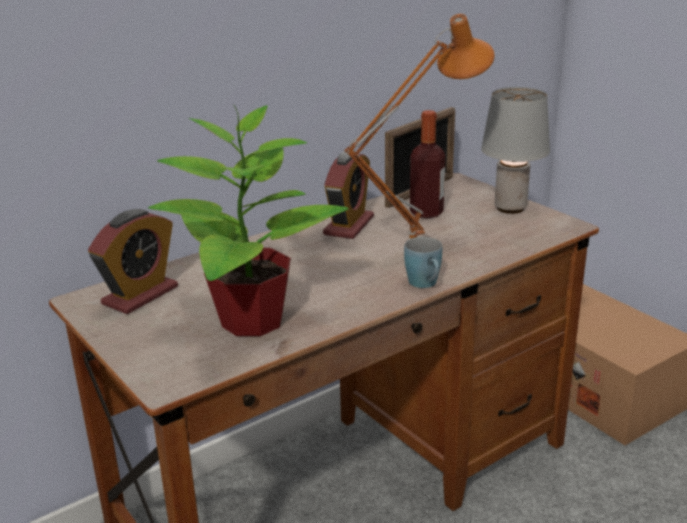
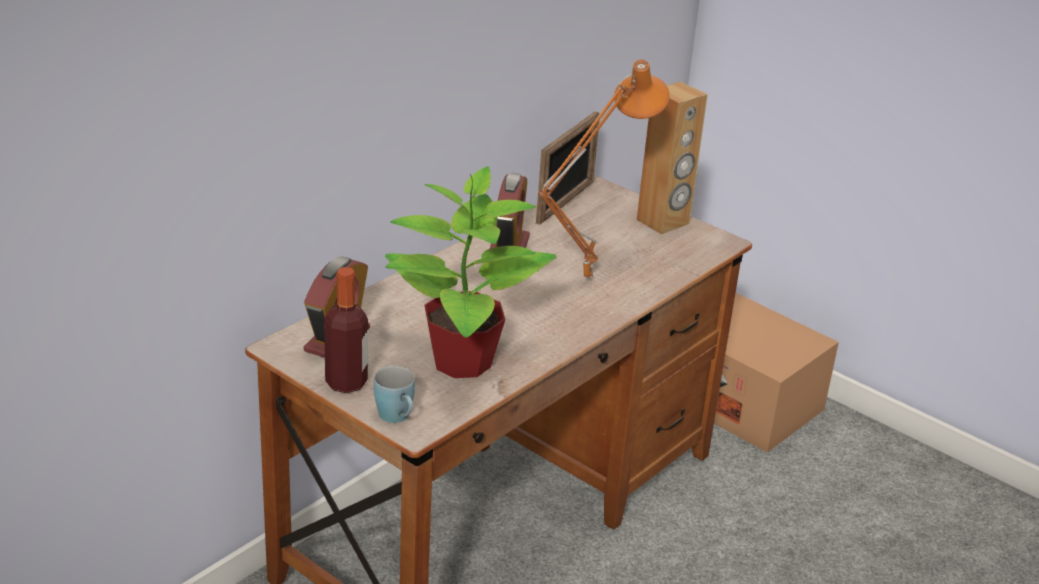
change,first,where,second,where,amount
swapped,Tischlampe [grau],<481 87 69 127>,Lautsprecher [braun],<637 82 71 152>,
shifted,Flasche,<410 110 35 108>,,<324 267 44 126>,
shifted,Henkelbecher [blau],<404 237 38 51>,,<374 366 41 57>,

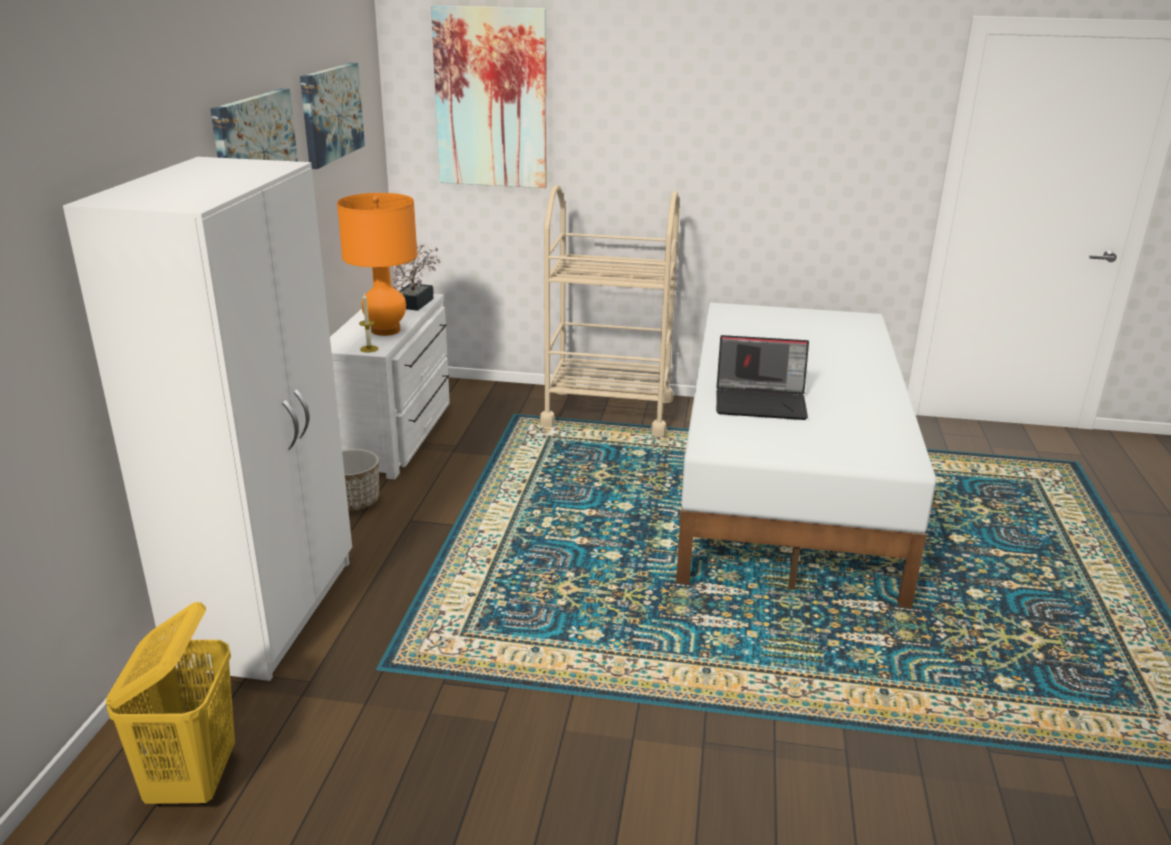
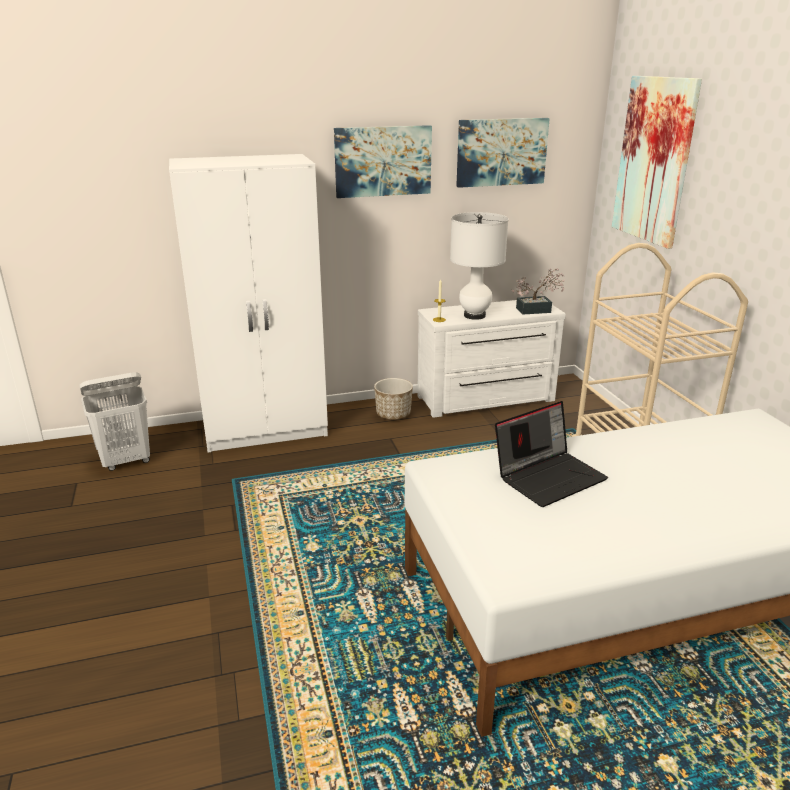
change,first,where,second,where,amount
repainted,Tischlampe [orange],<337 193 81 143>,Tischlampe [weiß],<450 212 58 108>,
rotated,Laptop,<716 335 93 85>,,<495 401 113 106>,105 degrees counterclockwise
repainted,Wäschekorb [gelb],<106 602 129 204>,Wäschekorb [weiß],<80 372 70 99>,

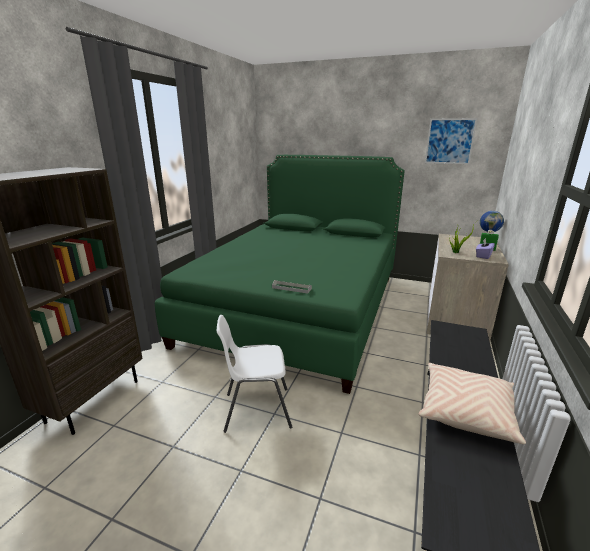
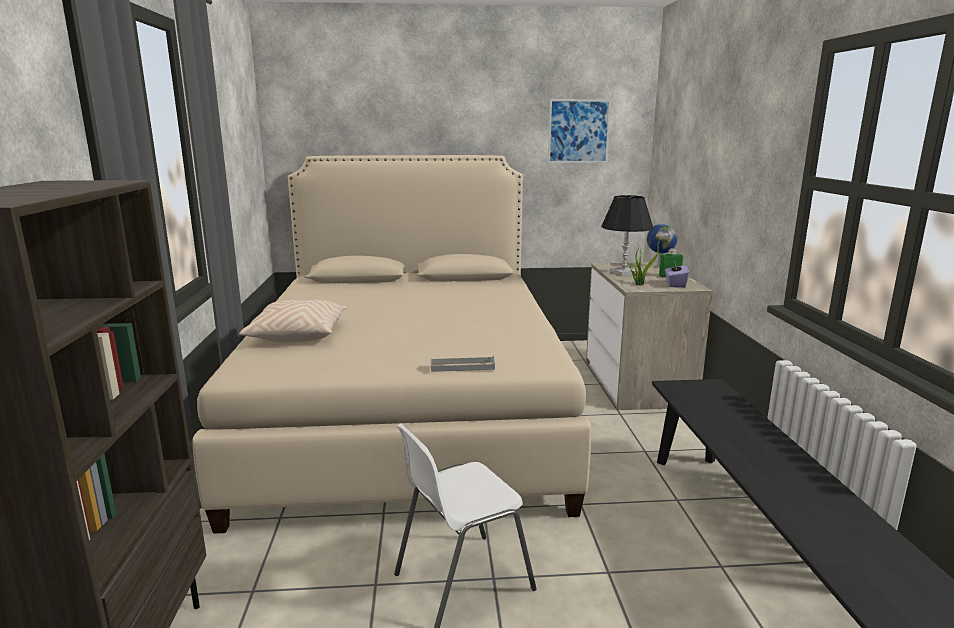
change,first,where,second,where,amount
repainted,Bett [grün],<155 155 250 239>,Bett [beige],<193 155 398 379>,
shifted,Kissen [beige],<418 363 108 81>,,<239 300 108 42>,
new,,,Tischlampe [schwarz],<601 195 52 81>,

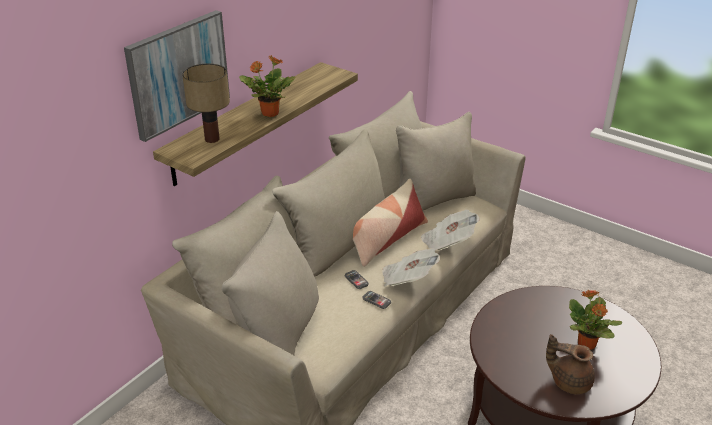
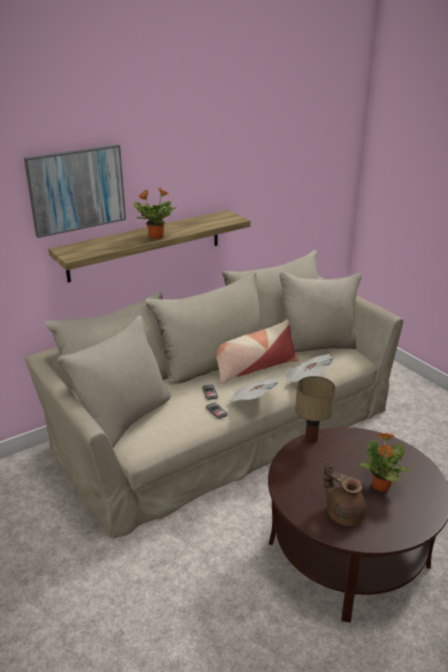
change,first,where,second,where,amount
shifted,Tischlampe,<182 64 48 79>,,<295 376 40 67>,

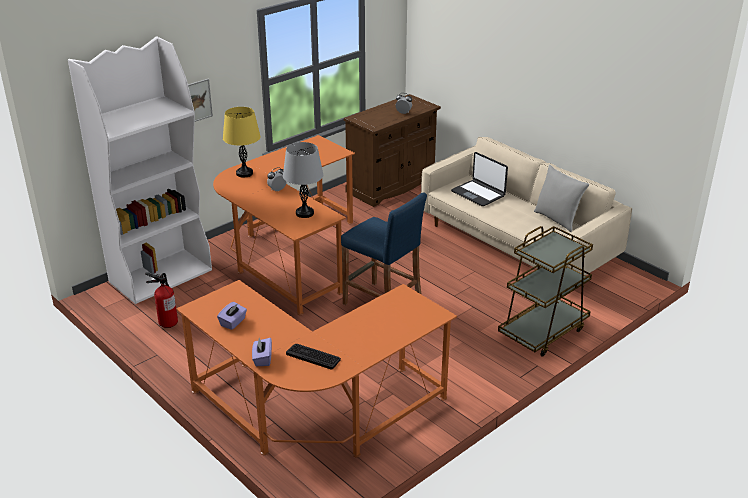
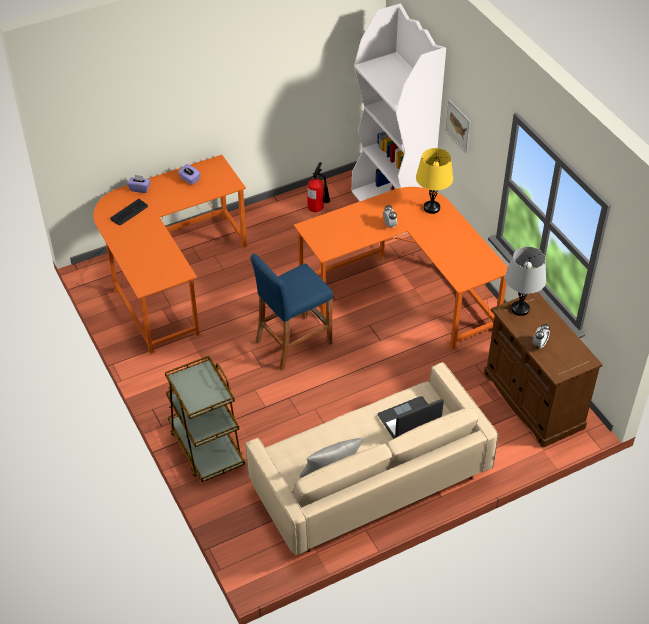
change,first,where,second,where,amount
shifted,Tischlampe [grau],<283 142 41 76>,,<505 247 41 69>,

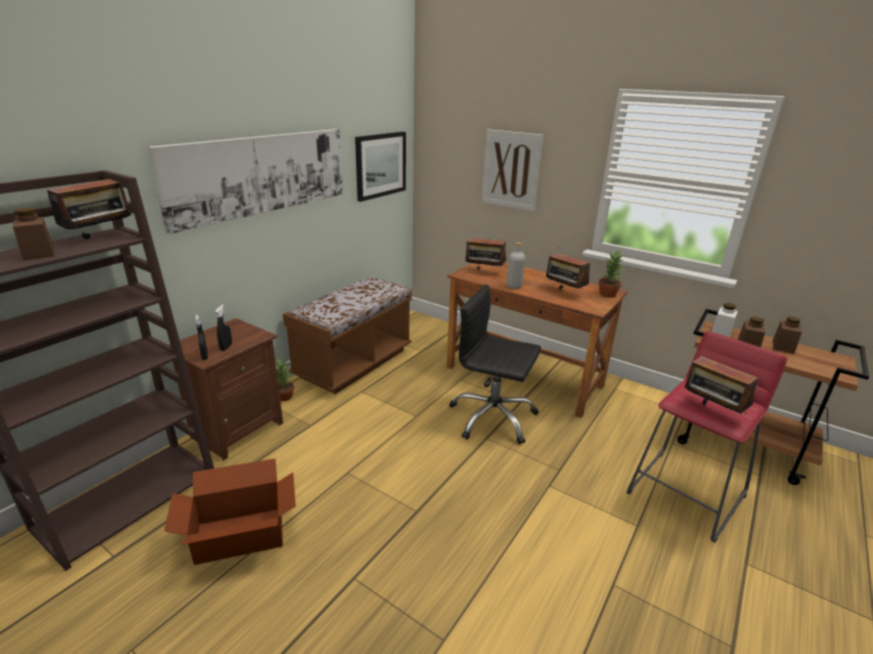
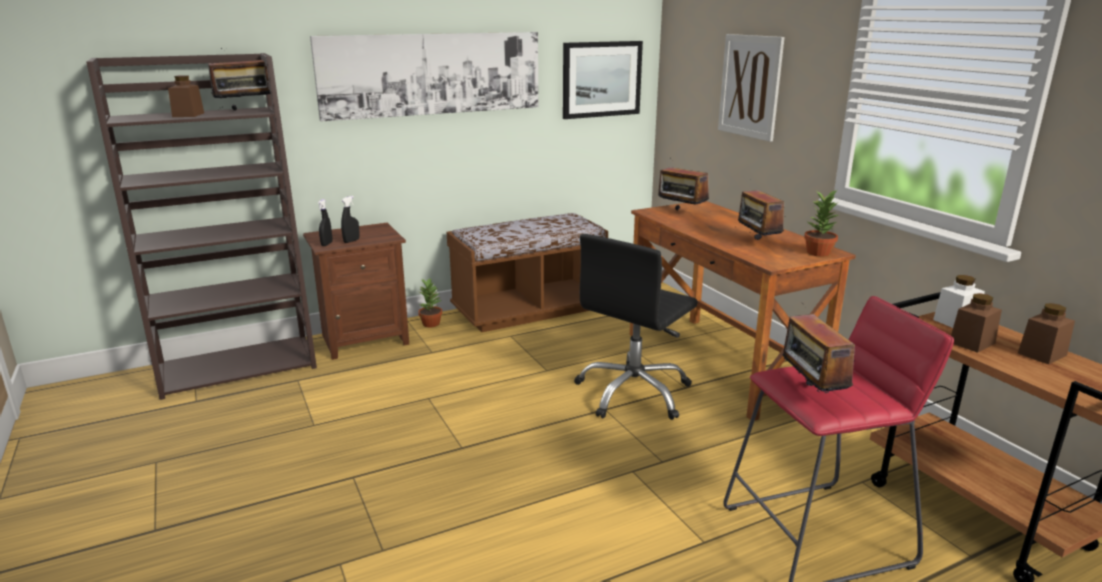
change,first,where,second,where,amount
gone,Flasche [grau],<507 242 18 47>,,,
rotated,Bürostuhl [schwarz],<449 284 92 161>,,<574 234 124 186>,105 degrees counterclockwise
gone,Karton,<164 458 132 107>,,,

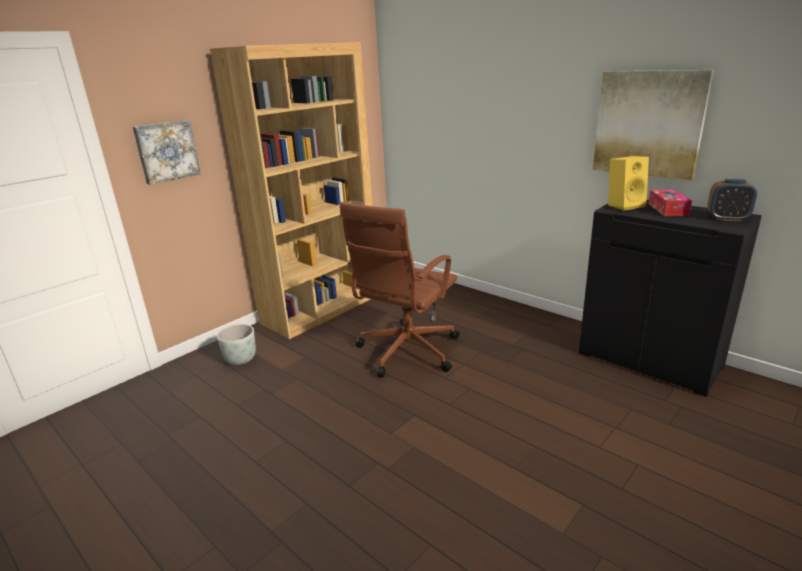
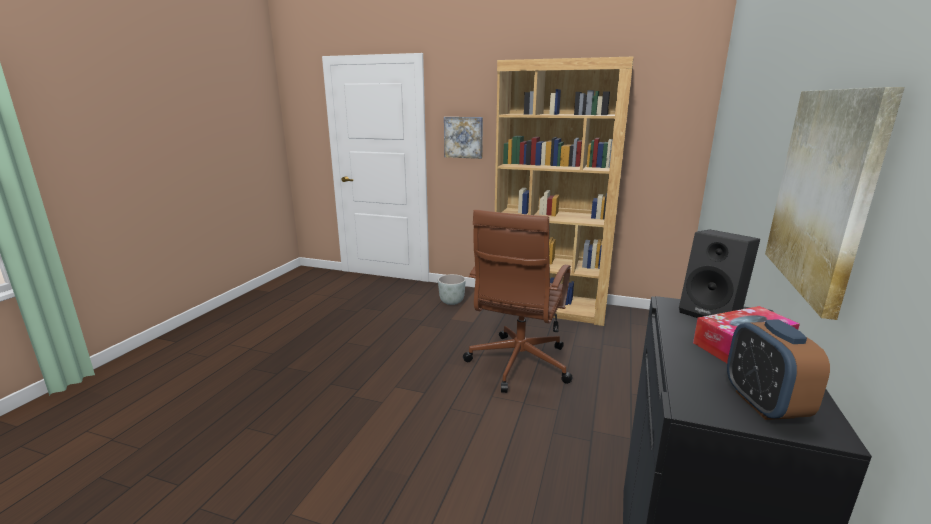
change,first,where,second,where,amount
repainted,Lautsprecher [gelb],<608 156 41 55>,Lautsprecher [schwarz],<679 230 81 88>,
rotated,Bürostuhl [braun],<340 202 119 176>,,<463 210 110 183>,75 degrees counterclockwise

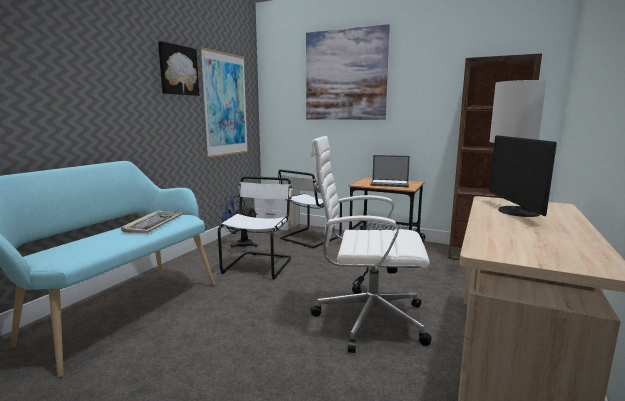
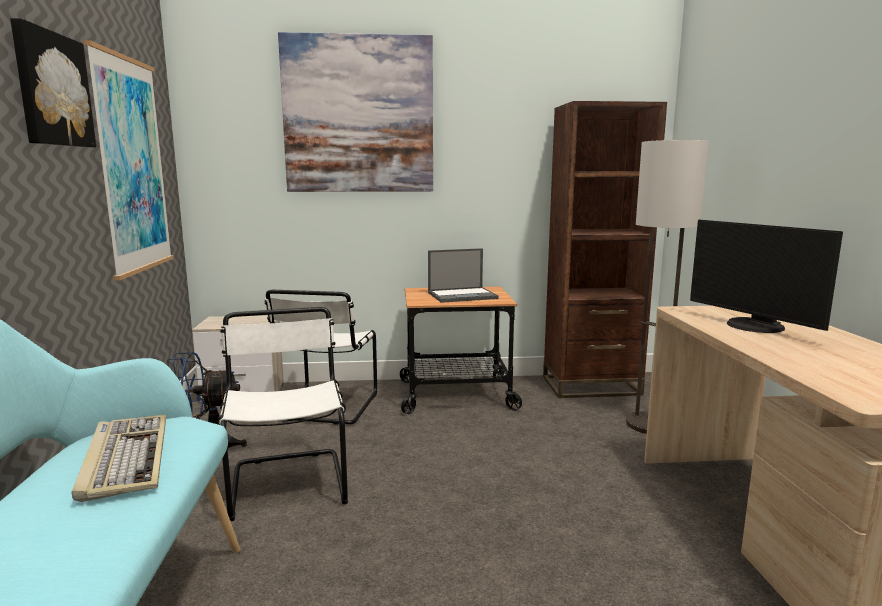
change,first,where,second,where,amount
gone,Bürostuhl [weiß],<310 136 122 217>,,,

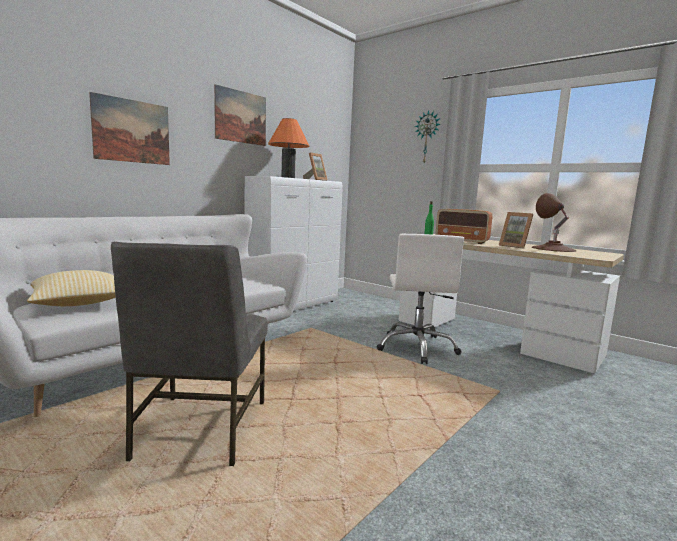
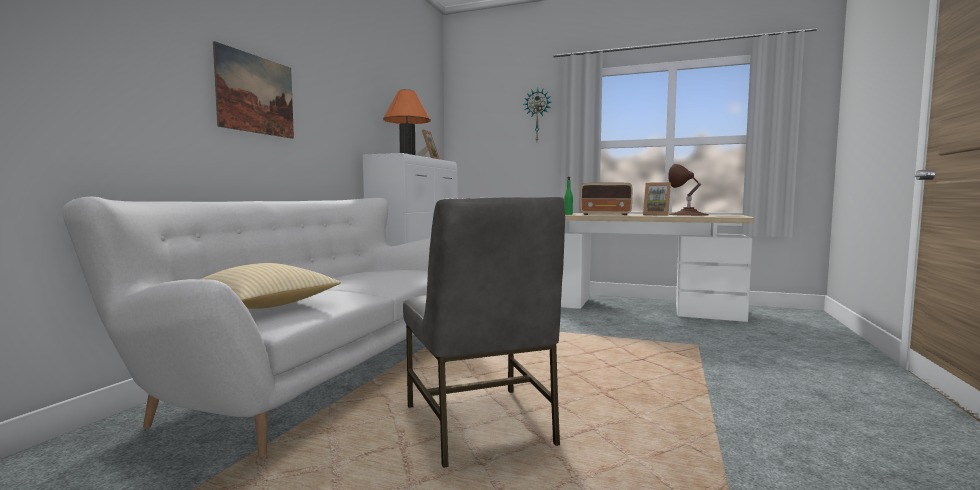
change,first,where,second,where,amount
gone,Bild,<214 84 52 62>,,,
gone,Bürostuhl [weiß],<377 234 87 130>,,,

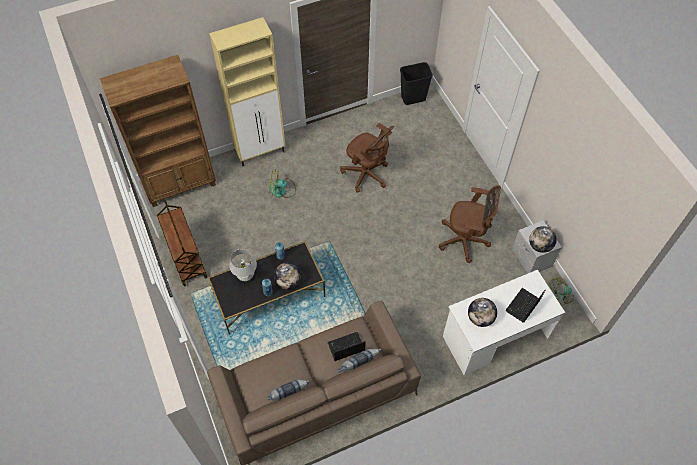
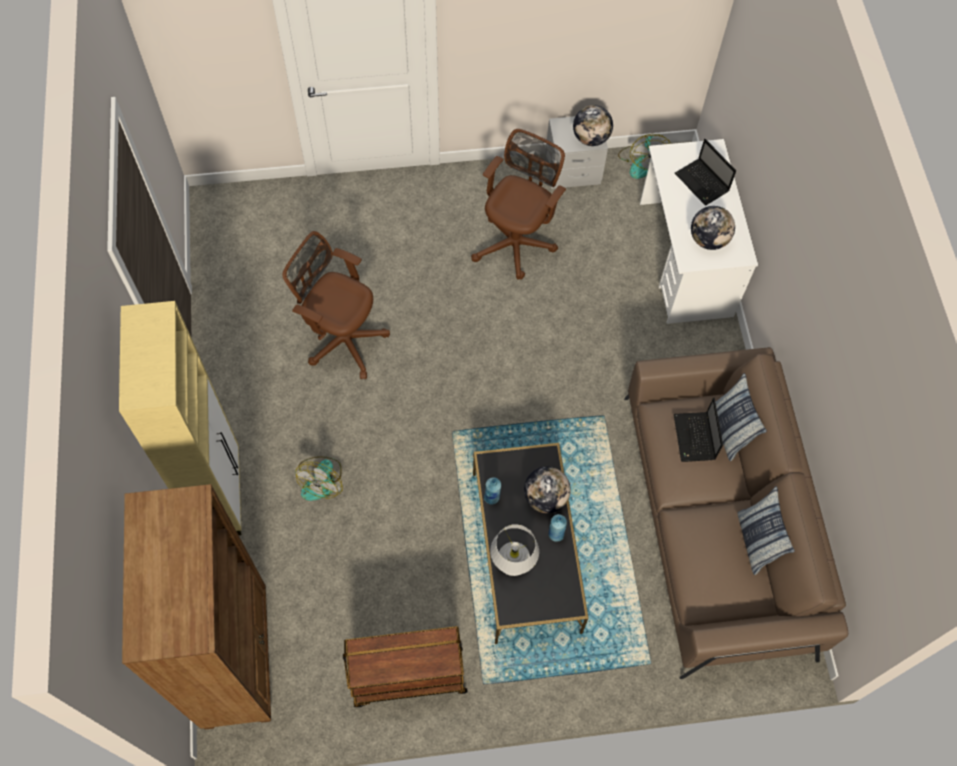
change,first,where,second,where,amount
gone,Mülleimer [schwarz],<400 62 33 43>,,,
rotated,Bürostuhl [braun],<340 123 54 70>,,<283 231 107 148>,120 degrees counterclockwise

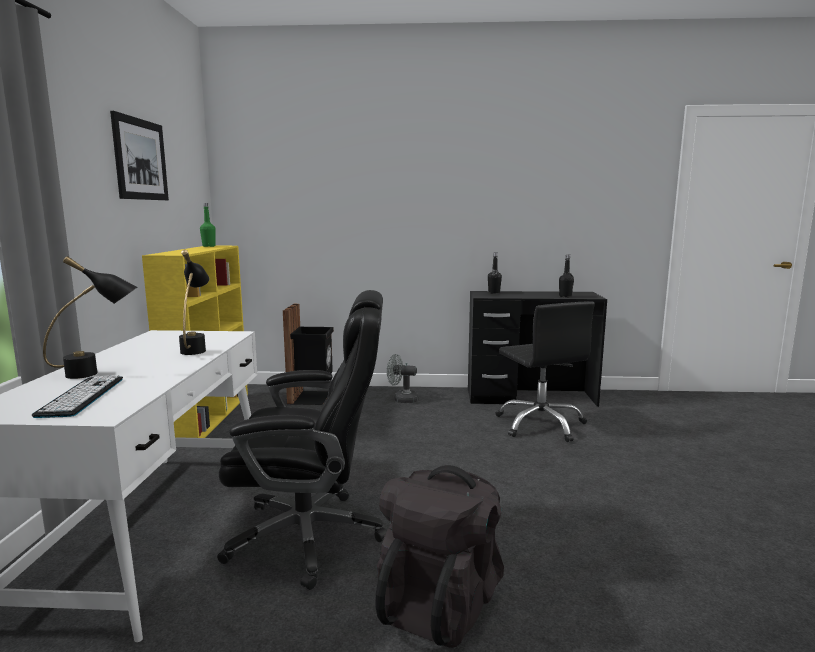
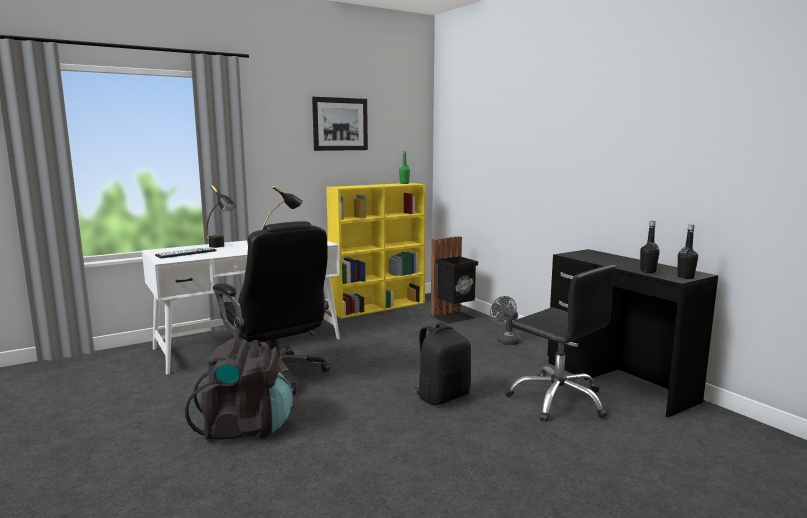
change,first,where,second,where,amount
shifted,Flasche [schwarz],<488 252 14 42>,,<677 224 21 55>,
rotated,Bürostuhl [schwarz],<496 301 99 141>,,<506 265 110 157>,75 degrees counterclockwise
new,,,Rucksack [schwarz],<414 323 57 82>,

